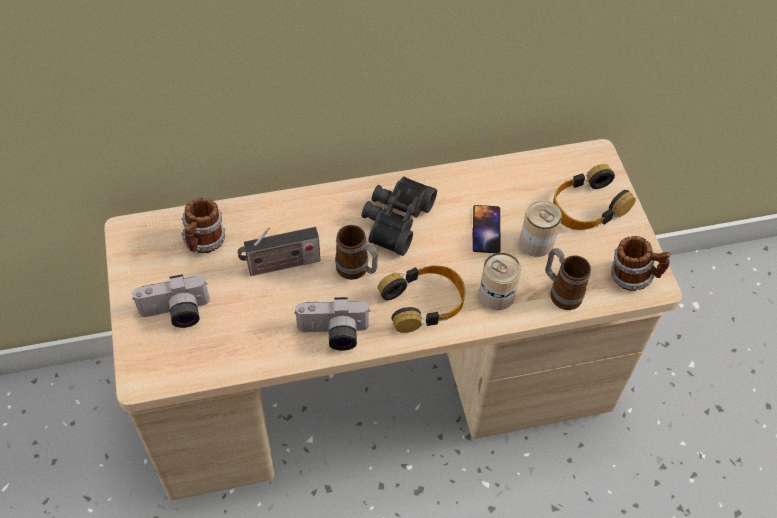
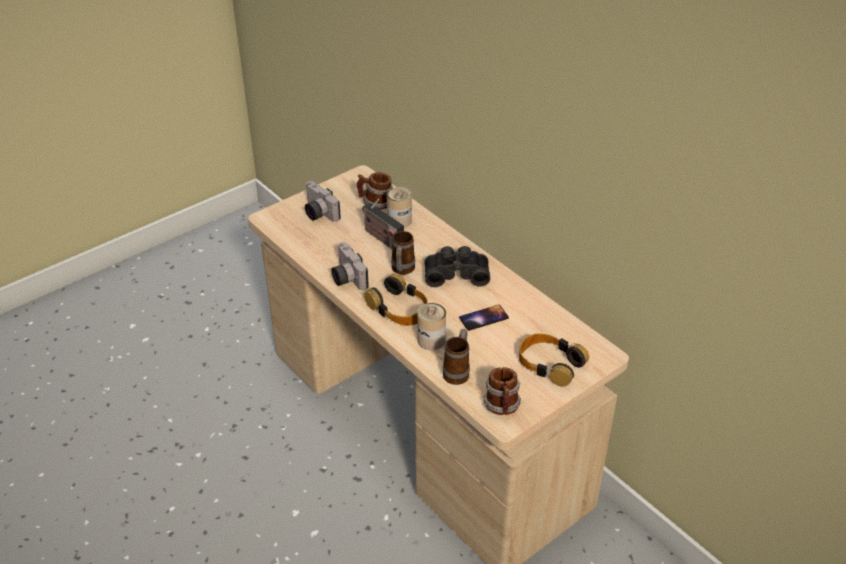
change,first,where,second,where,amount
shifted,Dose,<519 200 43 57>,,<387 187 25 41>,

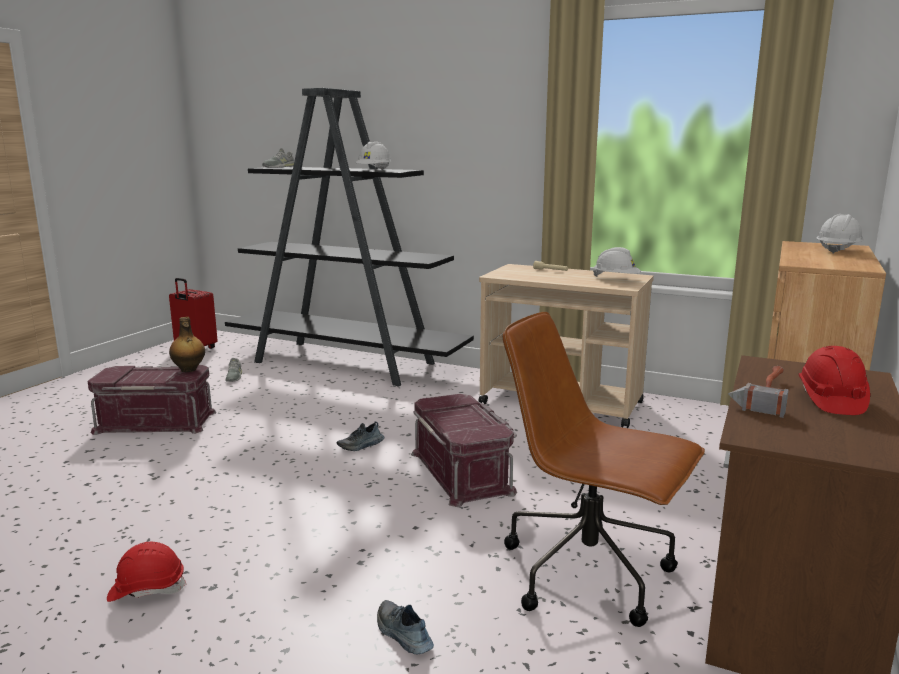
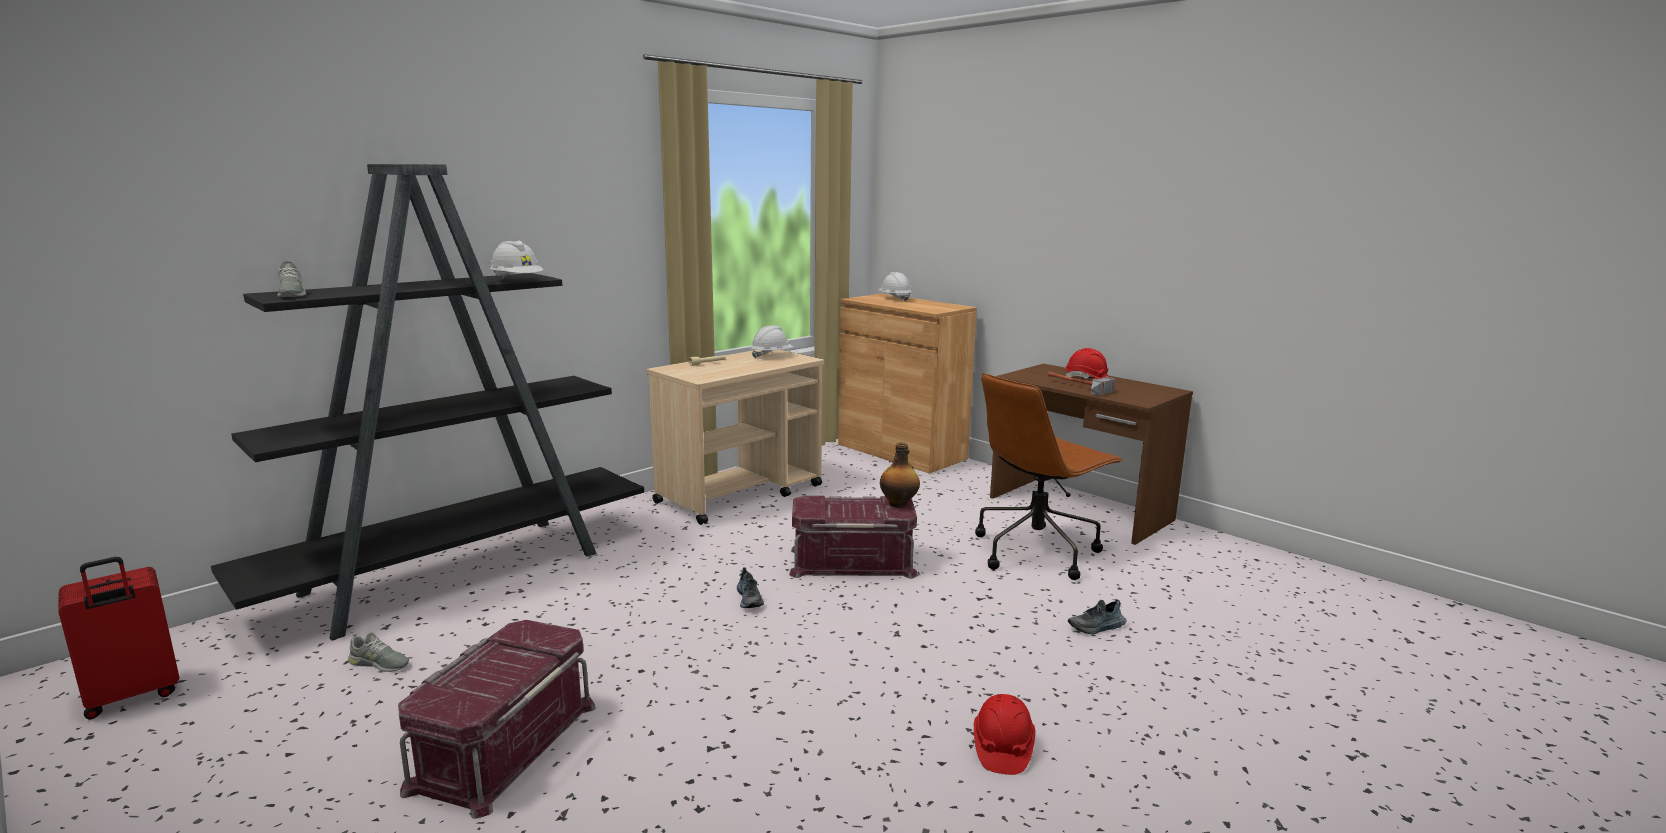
change,first,where,second,where,amount
shifted,Flasche,<169 317 36 55>,,<880 442 40 65>,

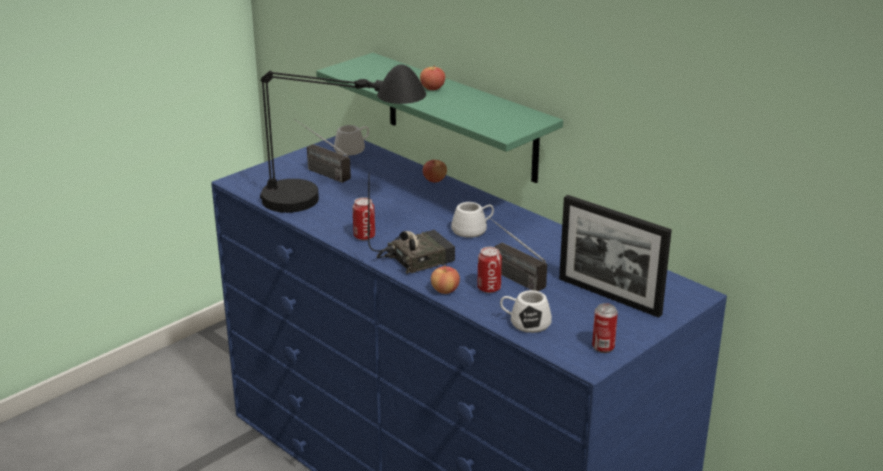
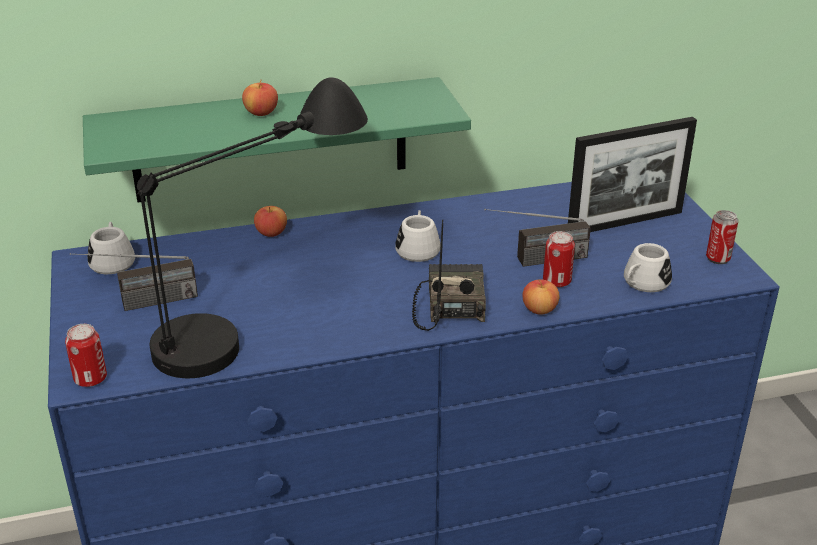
change,first,where,second,where,amount
shifted,Dose,<353 197 22 43>,,<65 324 42 63>,

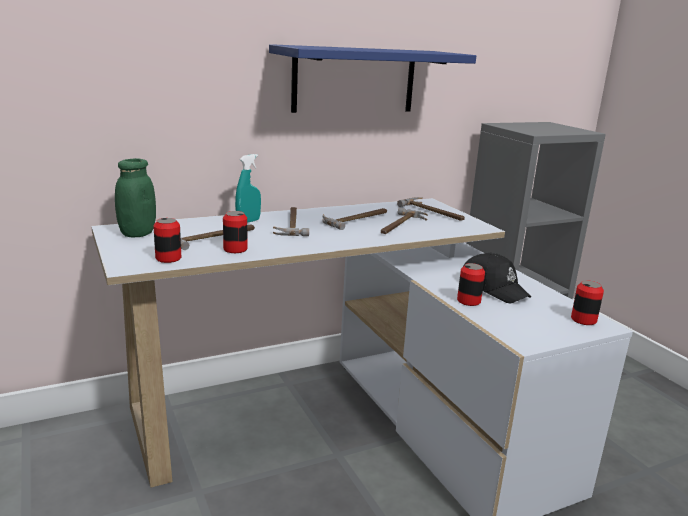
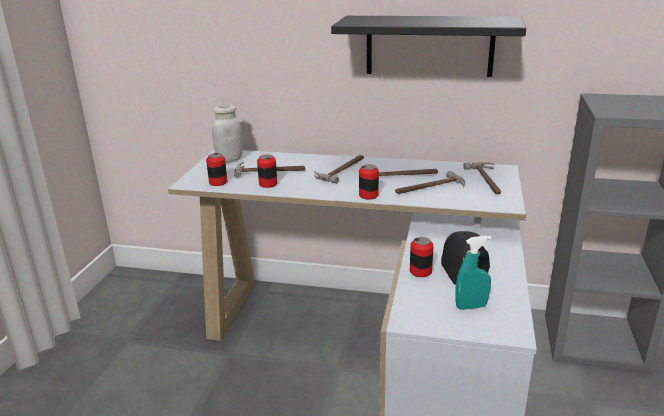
change,first,where,second,where,amount
repainted,Wandregal [blau],<269 44 207 69>,Wandregal [schwarz],<331 16 195 61>,
shifted,Sprühflasche [türkis],<235 154 26 69>,,<455 235 37 75>,
repainted,Vorratsglas [grün],<115 158 41 79>,Vorratsglas [weiß],<212 105 31 58>,
shifted,Dose,<571 280 33 45>,,<359 164 20 36>,

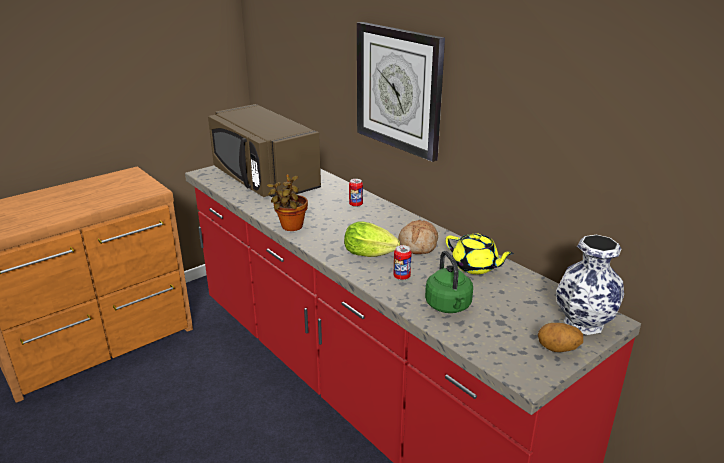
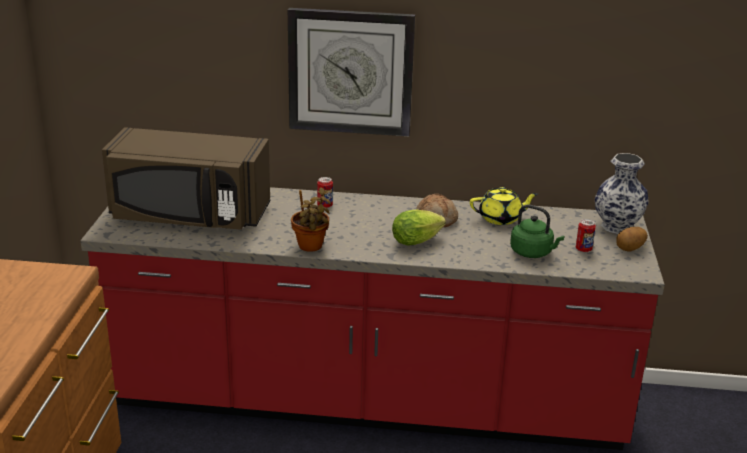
change,first,where,second,where,amount
shifted,Dose,<393 245 19 35>,,<576 219 20 33>,

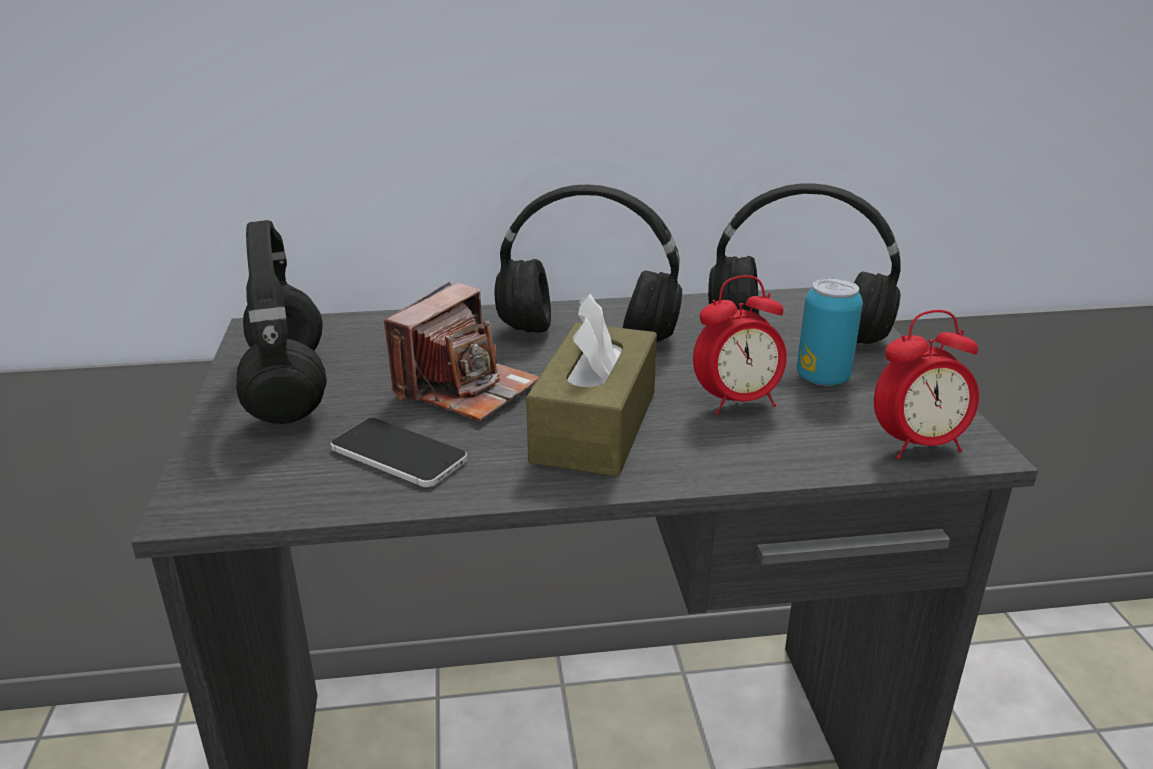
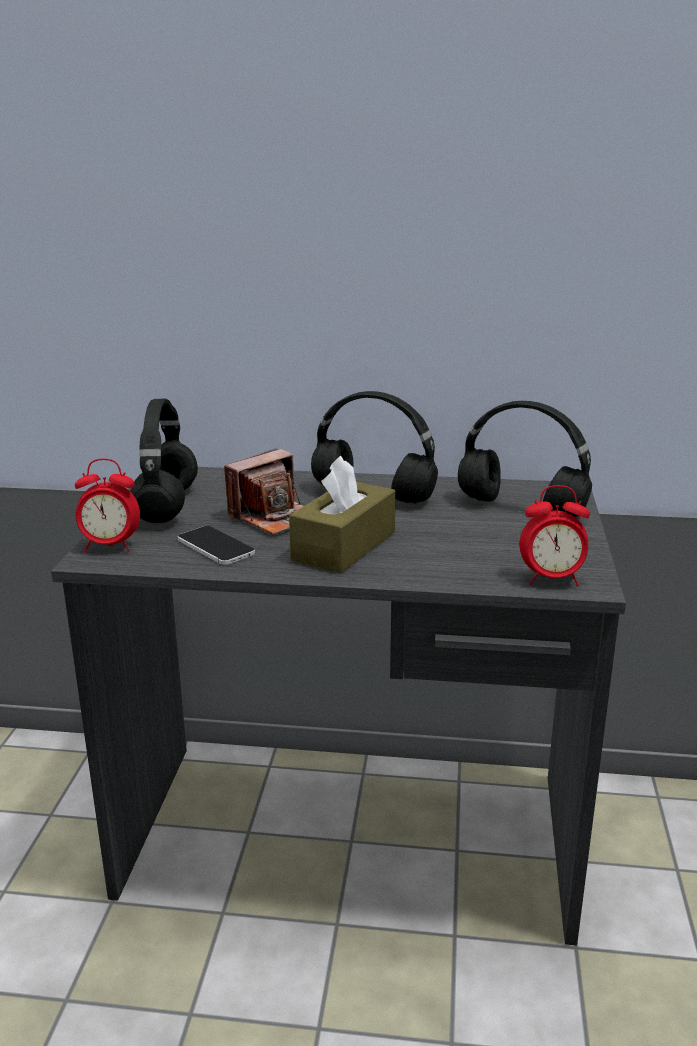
change,first,where,second,where,amount
shifted,Wecker,<693 275 94 140>,,<75 459 65 93>,
gone,Dose,<797 278 66 108>,,,

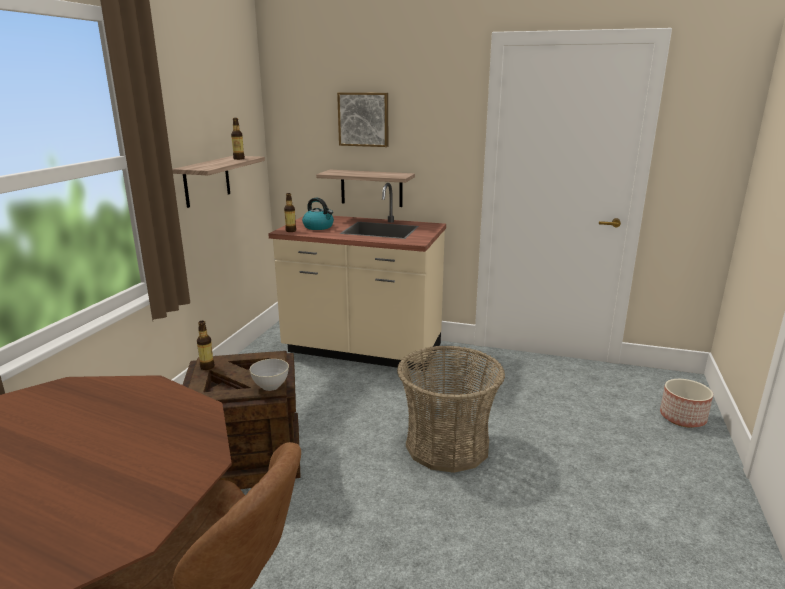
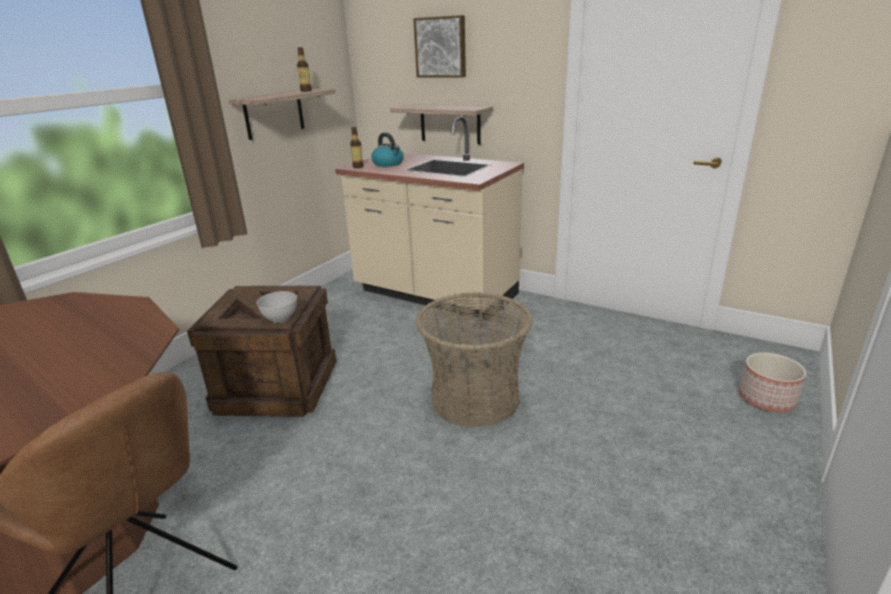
change,first,where,second,where,amount
gone,Flasche,<197 321 18 49>,,,

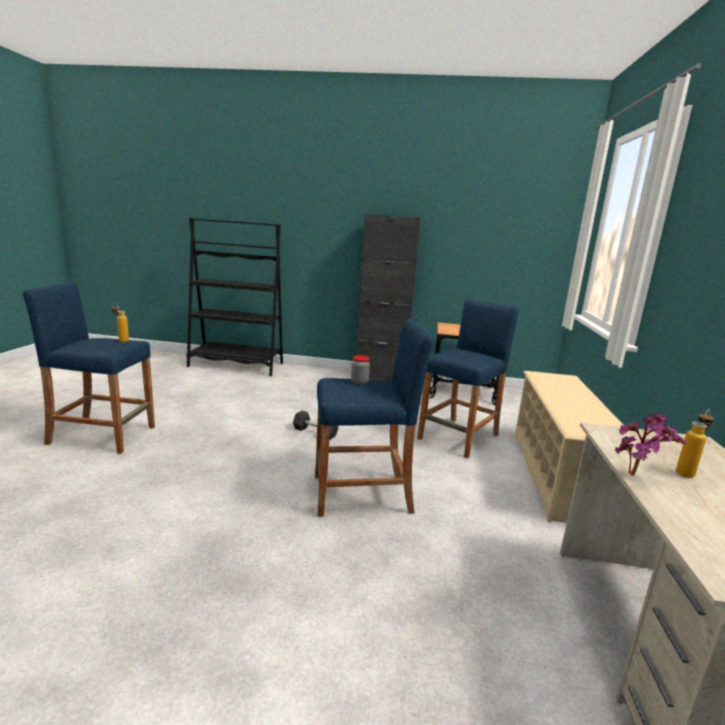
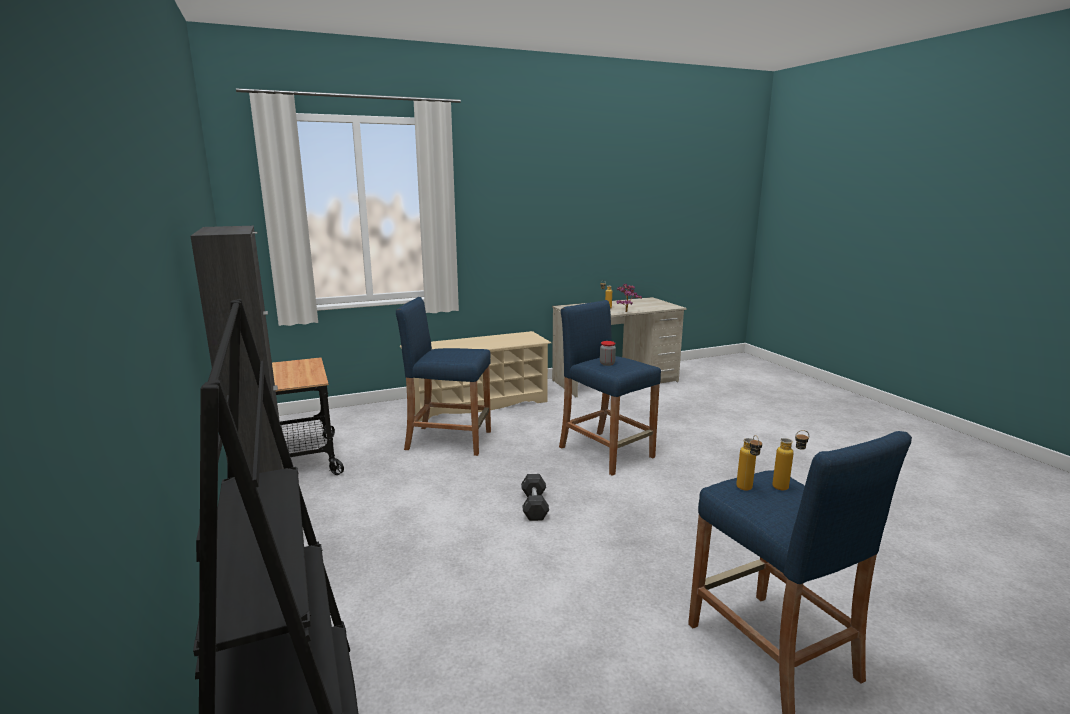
change,first,where,second,where,amount
new,,,Flasche,<772 430 37 60>,

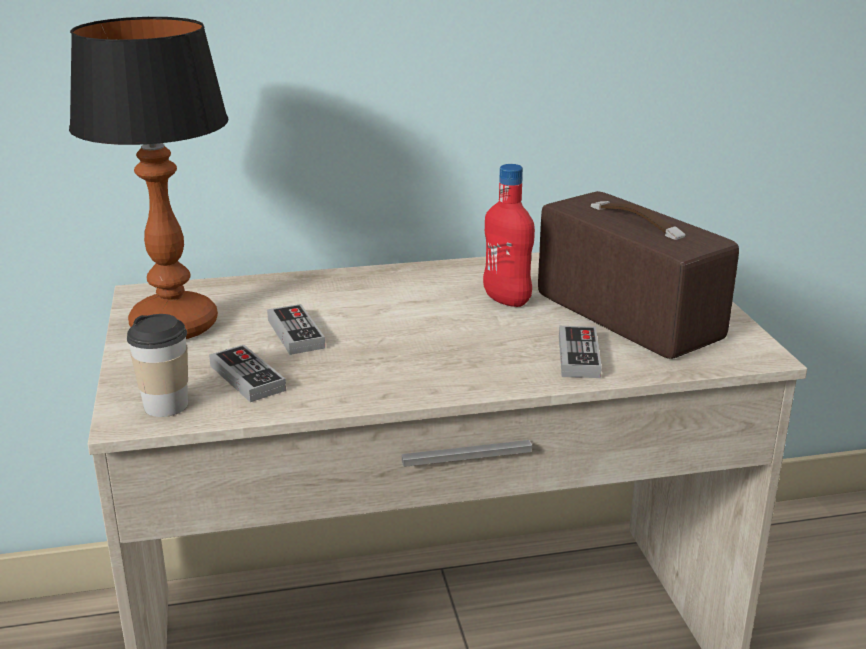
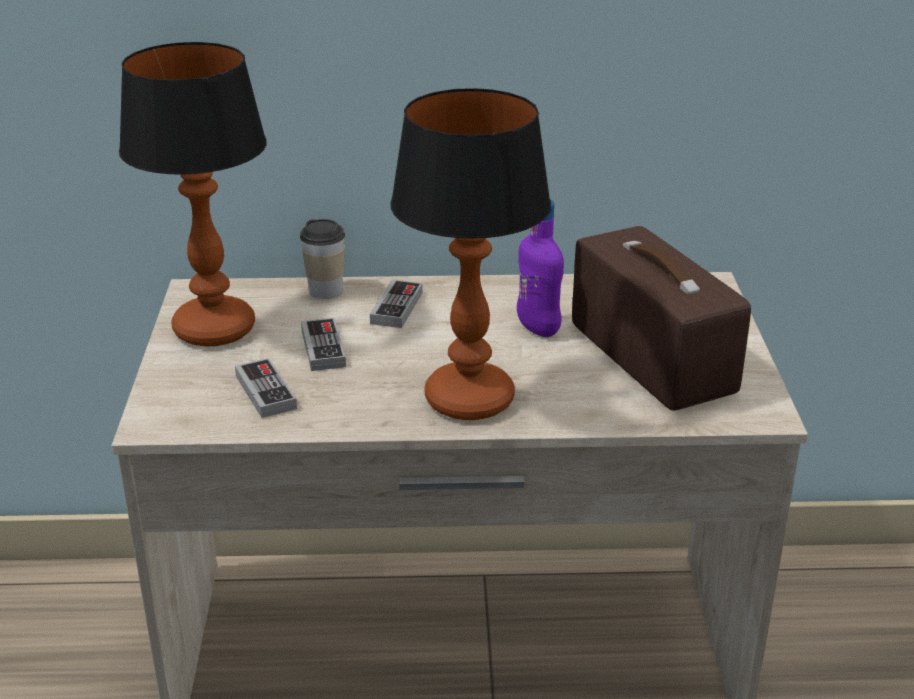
change,first,where,second,where,amount
repainted,Flasche [rot],<483 164 52 143>,Flasche [lila],<517 199 47 138>,
shifted,Tasse,<127 314 61 103>,,<300 219 45 80>,
shifted,Gamepad,<559 326 43 52>,,<370 279 53 49>,
new,,,Tischlampe,<390 88 161 332>,

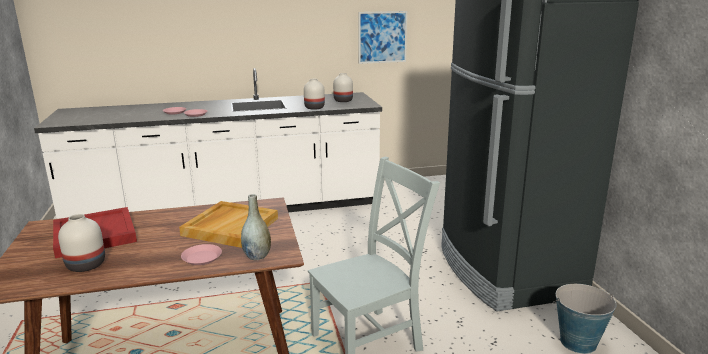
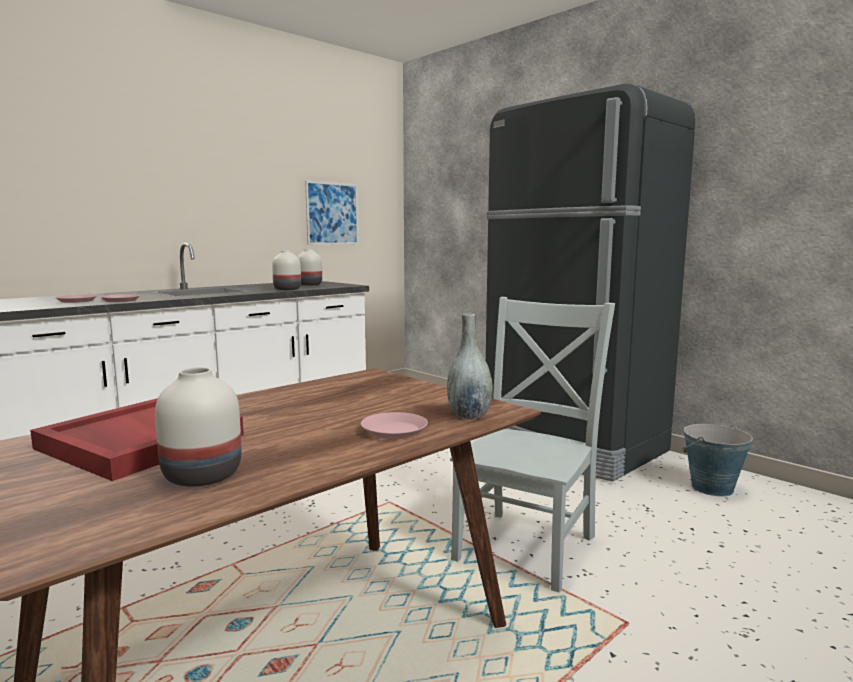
change,first,where,second,where,amount
gone,Tablett [beige],<179 201 99 47>,,,

